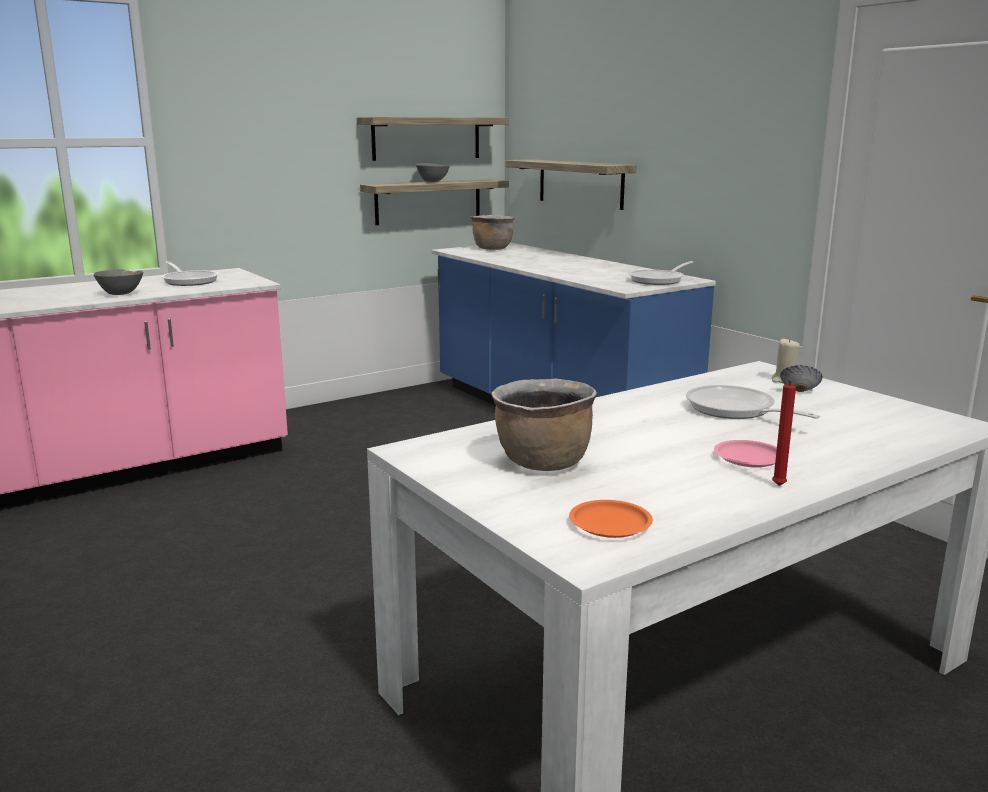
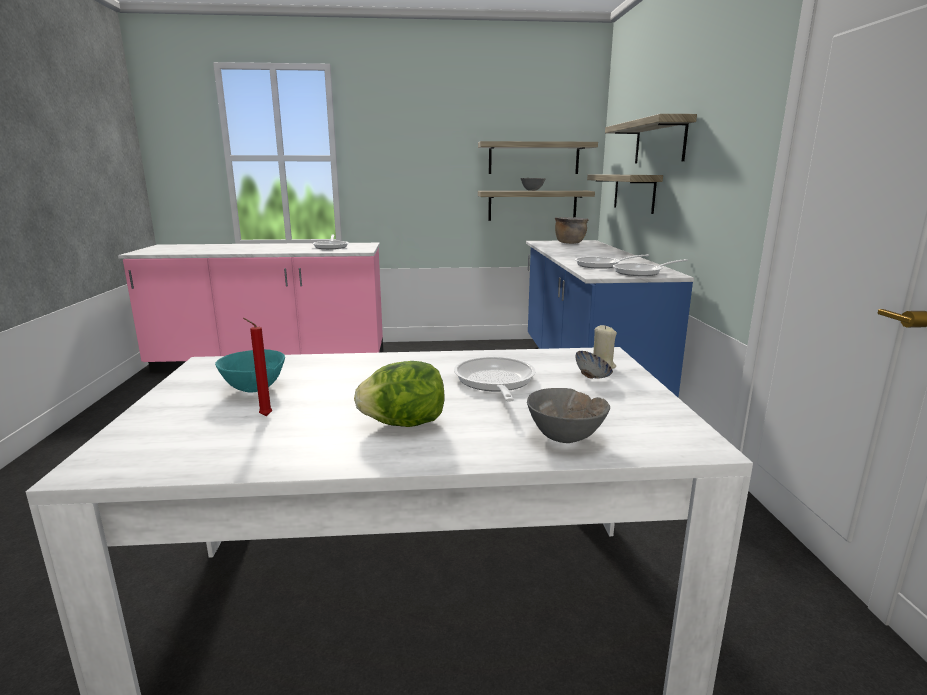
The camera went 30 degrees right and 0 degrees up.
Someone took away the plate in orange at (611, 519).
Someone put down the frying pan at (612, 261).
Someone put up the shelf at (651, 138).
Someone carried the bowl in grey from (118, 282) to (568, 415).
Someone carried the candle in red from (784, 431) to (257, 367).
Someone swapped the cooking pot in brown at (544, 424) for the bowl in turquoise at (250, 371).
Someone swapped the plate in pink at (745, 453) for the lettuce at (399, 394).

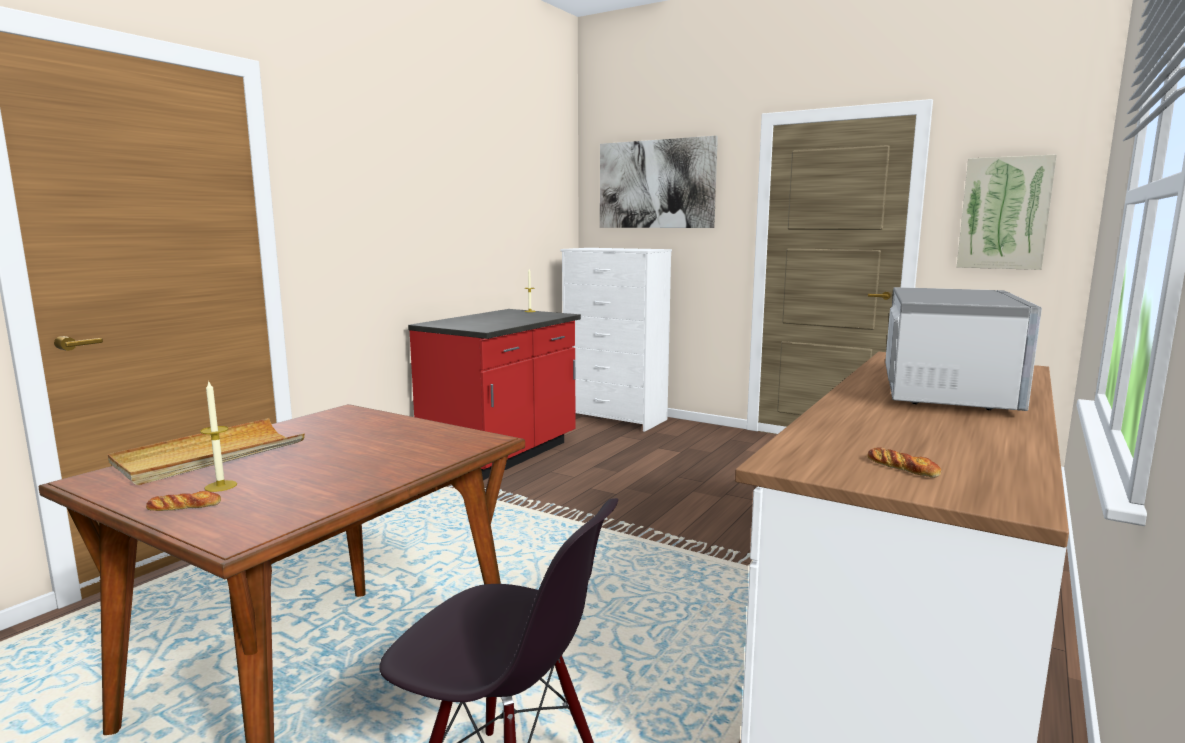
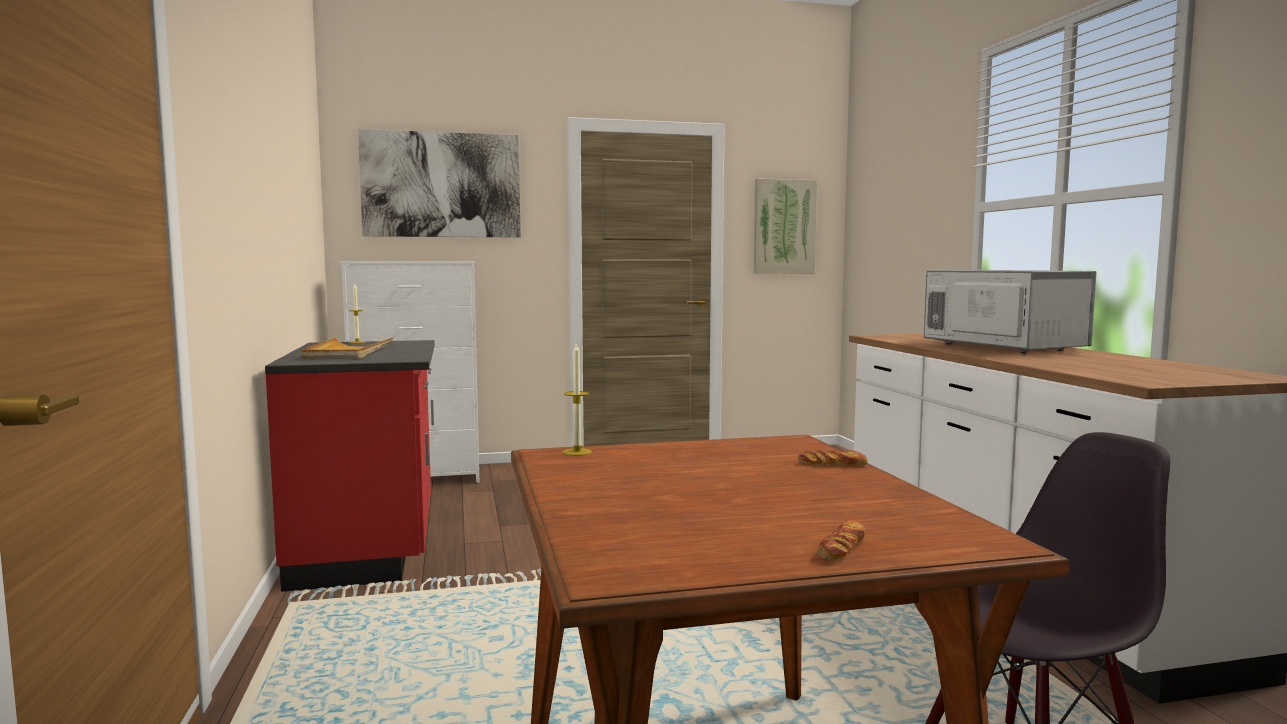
The camera went 45 degrees left and 5 degrees down.
Someone carried the tray in beige from (206, 451) to (347, 348).
Someone carried the candle from (218, 436) to (577, 400).
Someone carried the bread from (904, 462) to (833, 458).

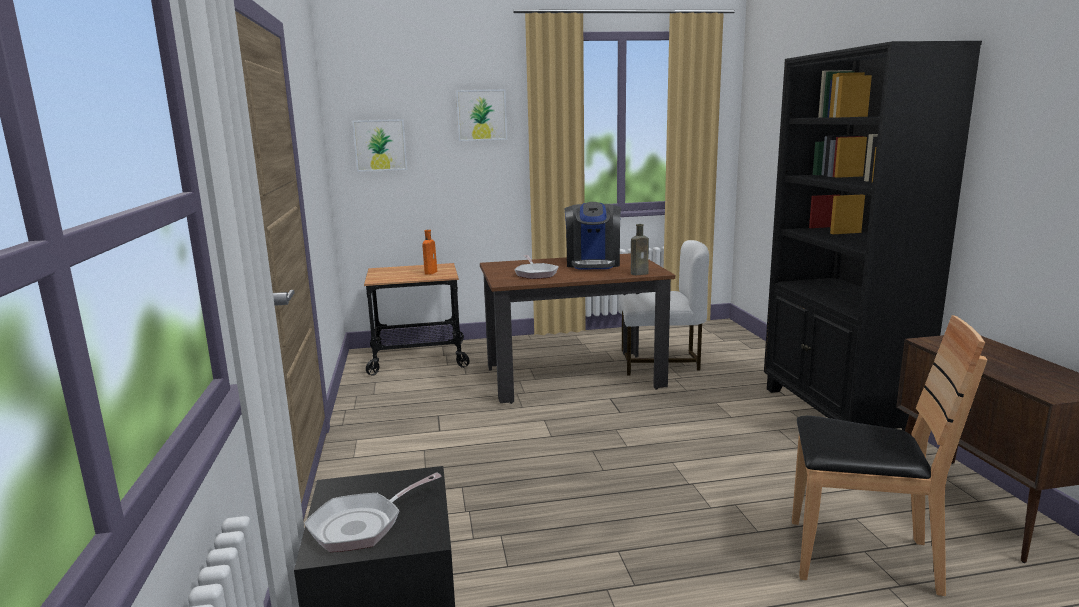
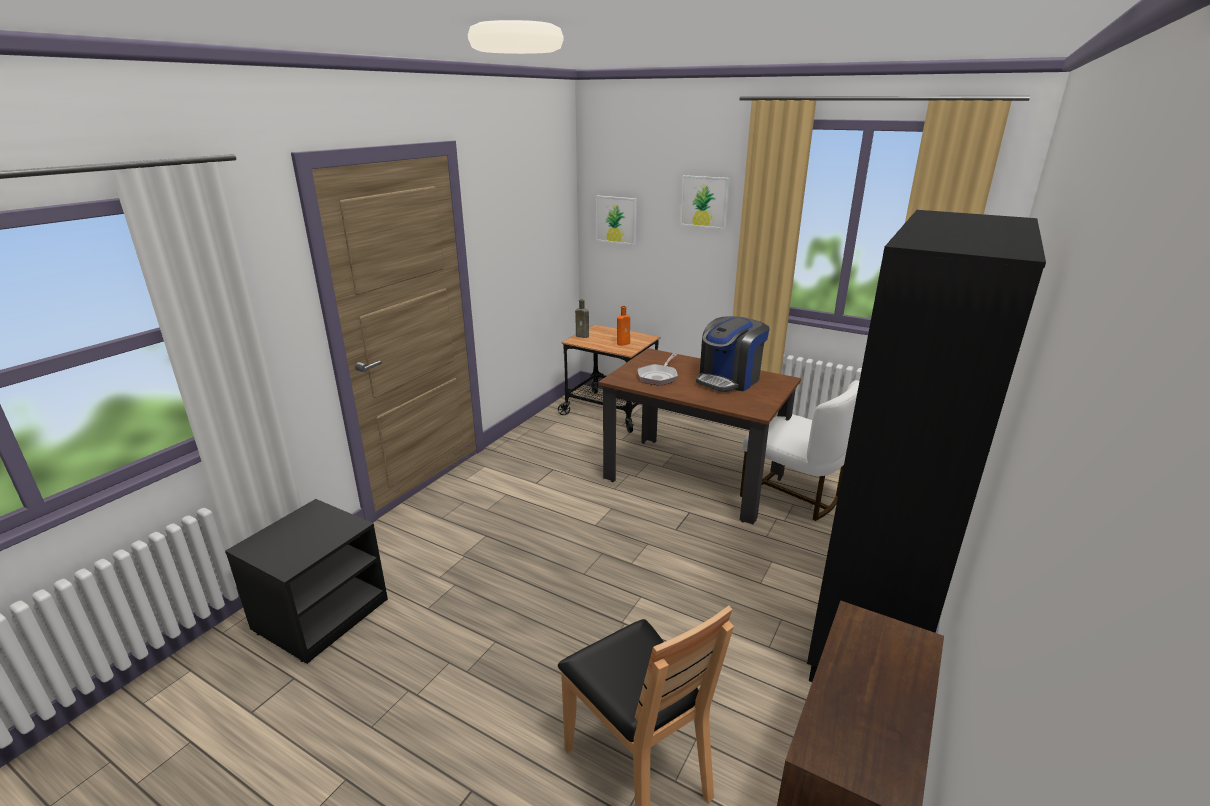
The camera went 40 degrees right and 10 degrees up.
Someone took away the frying pan at (373, 512).
Someone carried the bottle in brown from (640, 249) to (582, 318).

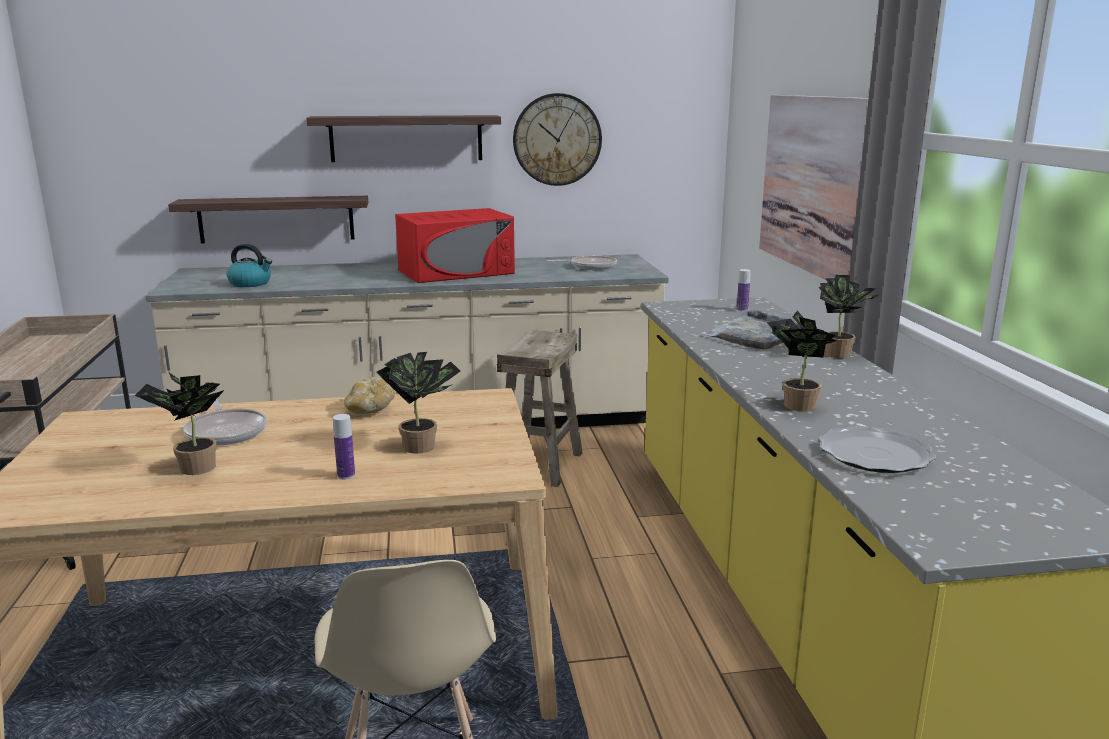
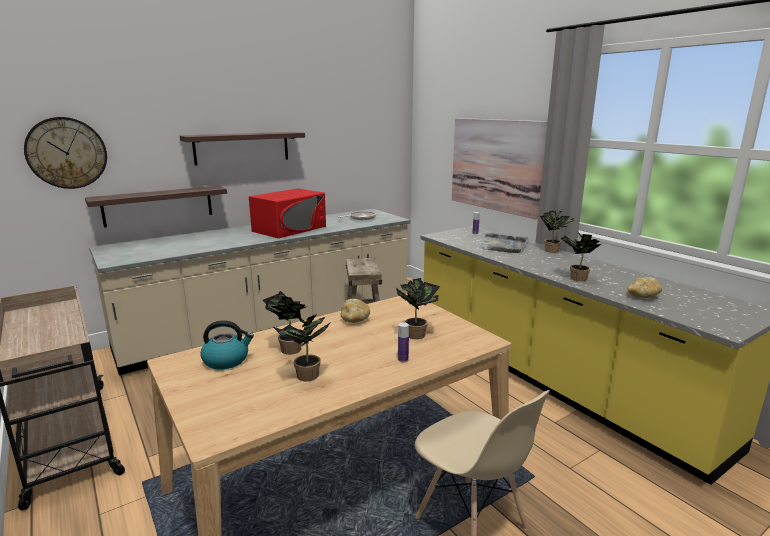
The camera went 25 degrees left and 0 degrees up.
Someone carried the kettle from (249, 265) to (227, 345).
Someone carried the wall clock from (557, 139) to (65, 153).
Someone swapped the frying pan at (225, 422) for the potted plant at (284, 323).
Someone swapped the plate at (877, 449) for the bread at (644, 287).

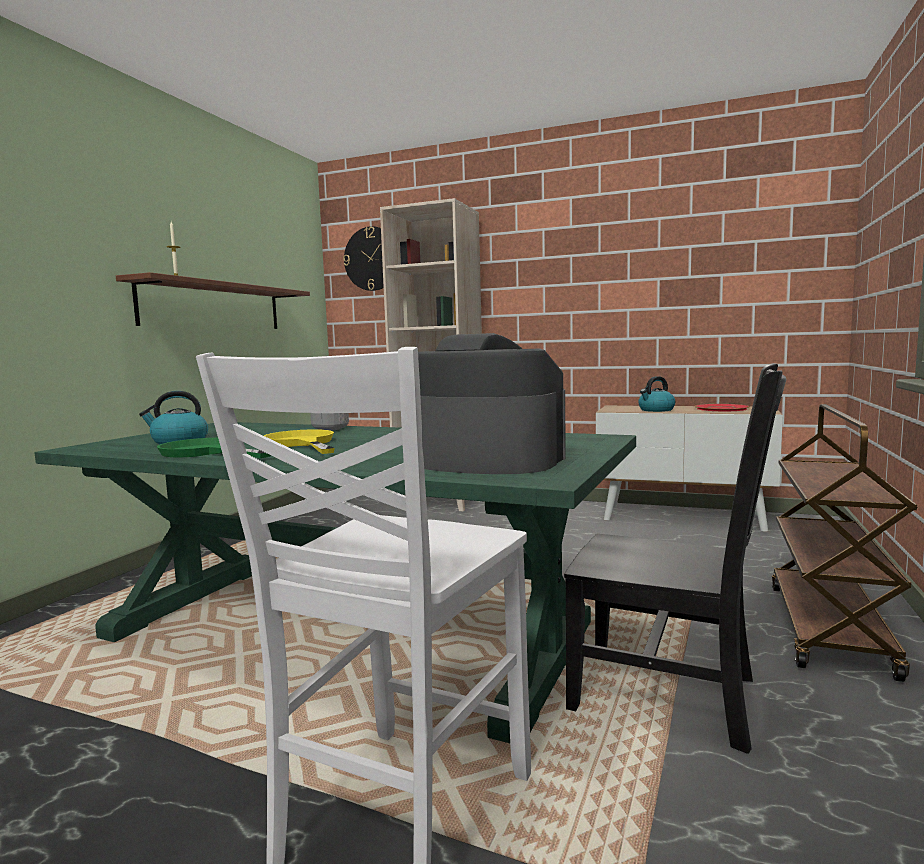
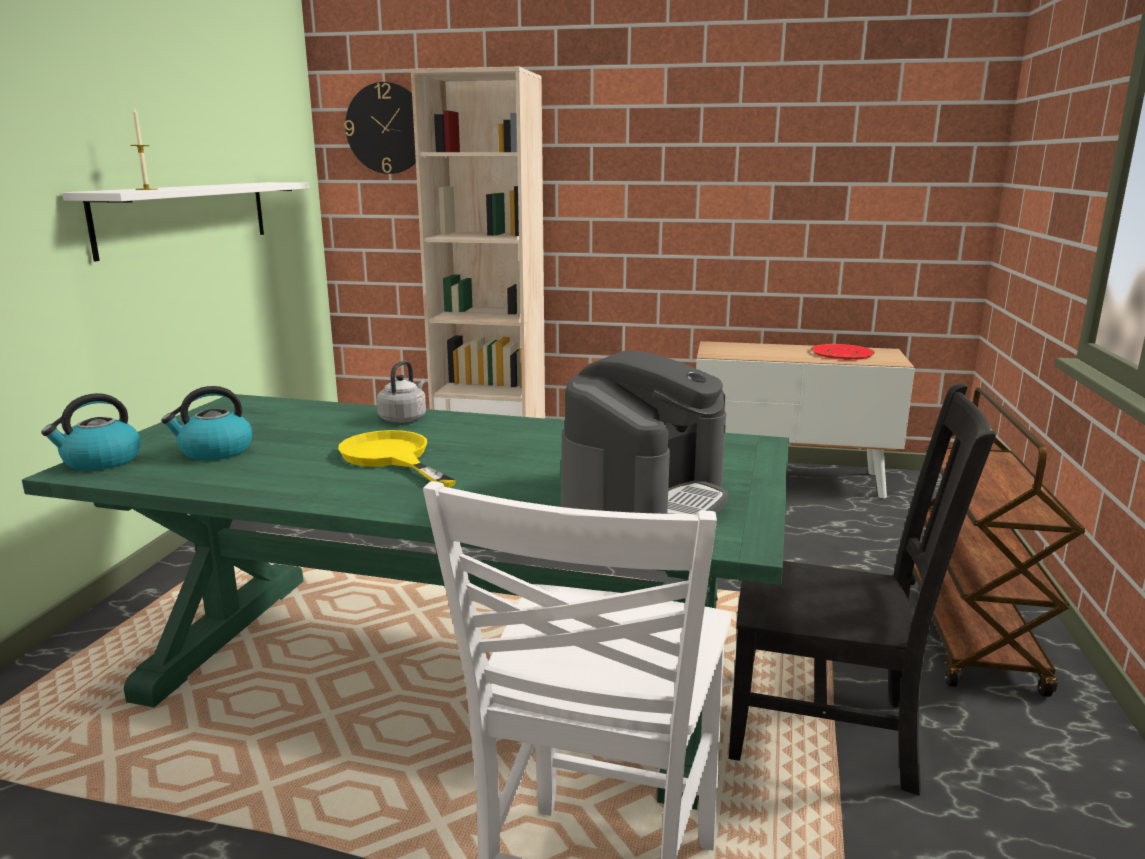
The camera went 10 degrees left and 10 degrees up.
Someone took away the frying pan in green at (214, 448).
Someone carried the kettle from (656, 394) to (91, 432).
Someone repainted the shelf in brown at (213, 300), which became the shelf in white at (185, 221).
Someone rotated the coffee machine at (492, 403) by 105 degrees clockwise.

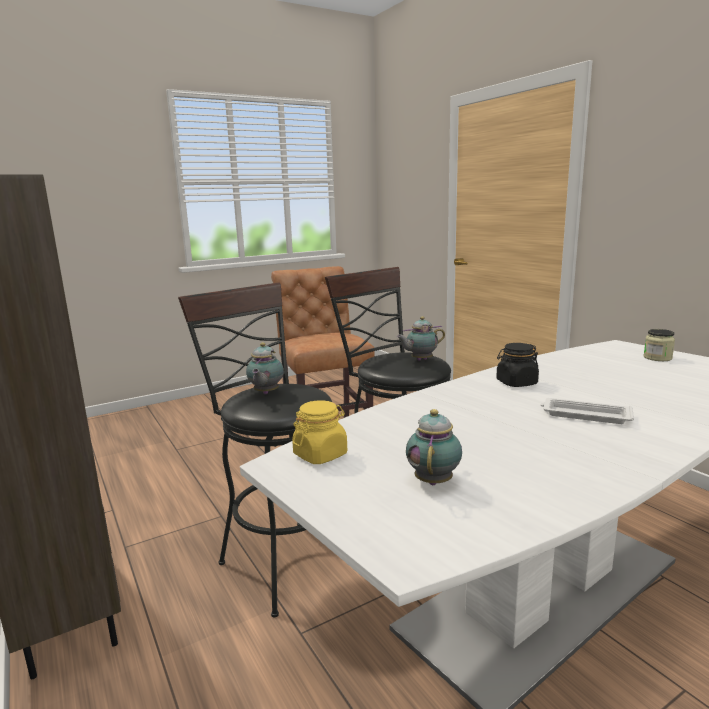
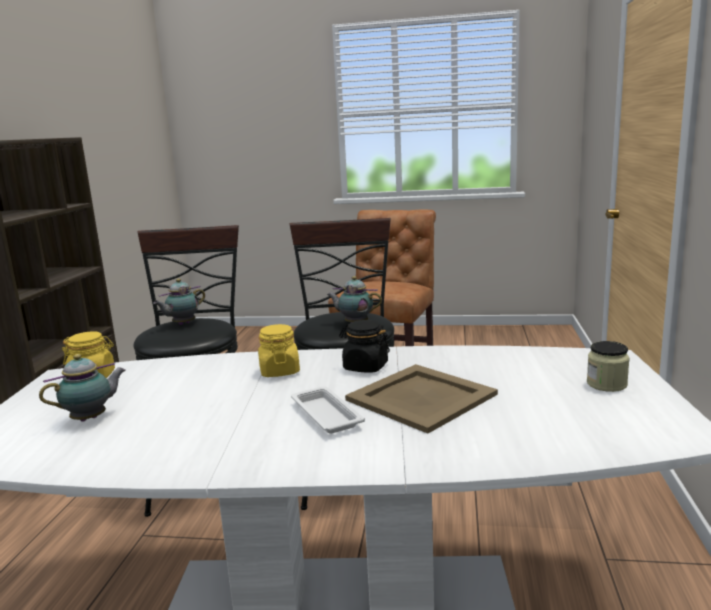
The camera went 40 degrees right and 0 degrees up.
Someone put down the jar in yellow at (279, 350).
Someone put down the tray in beige at (421, 399).

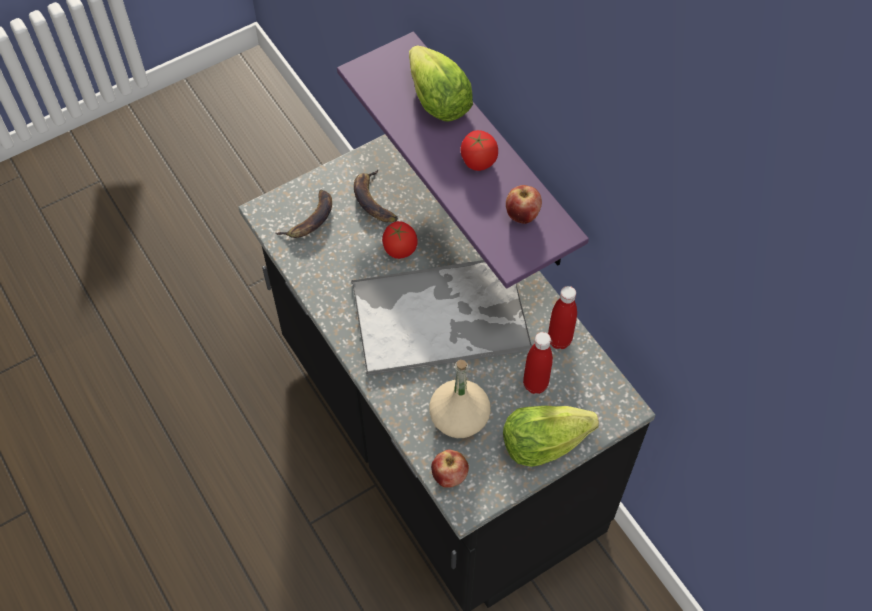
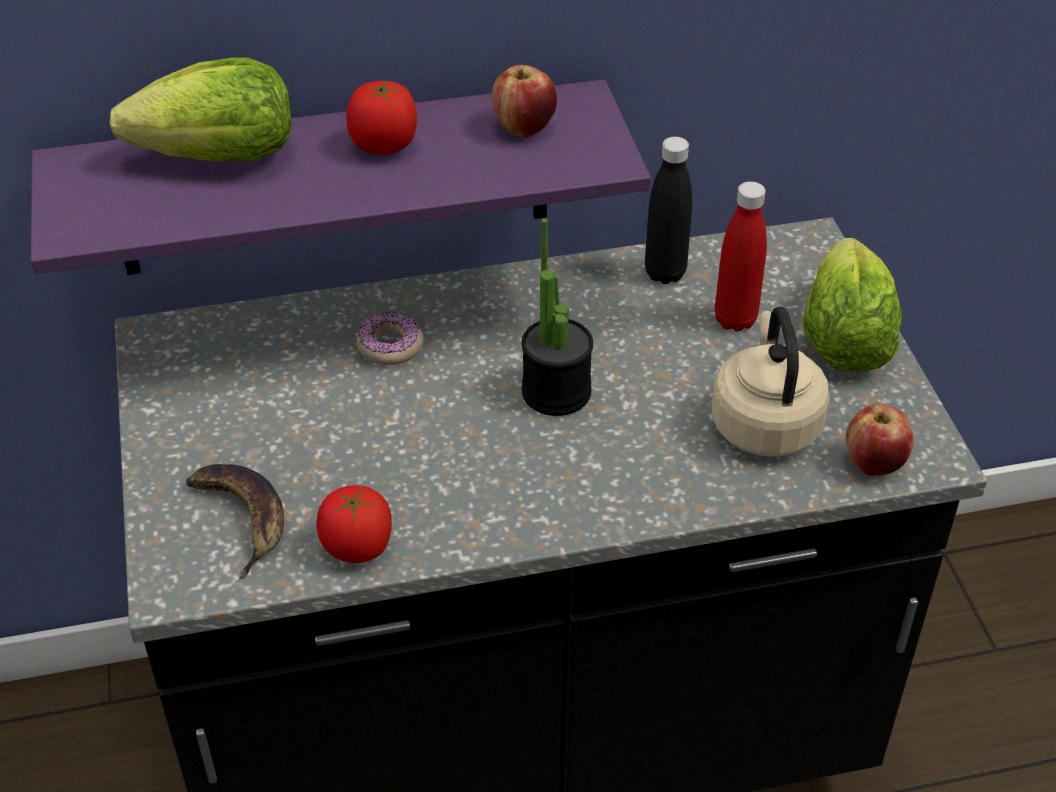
The camera went 70 degrees left and 15 degrees down.
Someone took away the banana at (376, 196).
Someone put down the donut at (390, 338).
Someone carried the tomato from (400, 240) to (354, 524).
Someone swapped the tray at (442, 318) for the potted plant at (557, 317).
Someone swapped the bottle in beige at (460, 399) for the kettle in beige at (771, 382).
Someone repainted the bottle in red at (562, 317), which became the bottle in black at (668, 210).

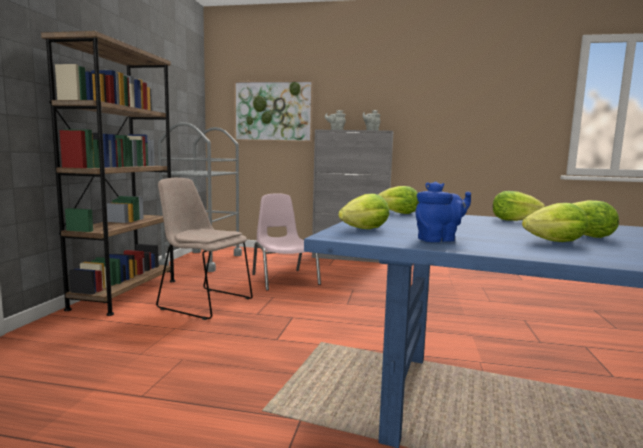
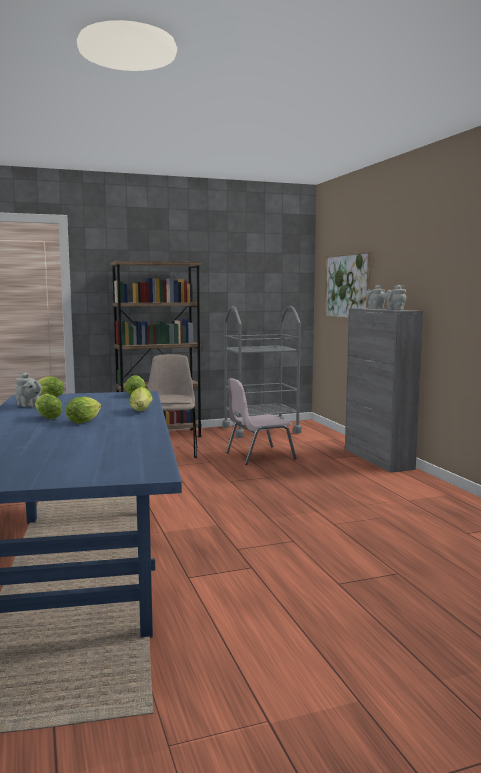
The camera went 60 degrees right and 0 degrees up.
Someone repainted the teapot in blue at (443, 211), which became the teapot in grey at (28, 389).
Someone rotated the chair in pink at (286, 242) by 150 degrees counterclockwise.

